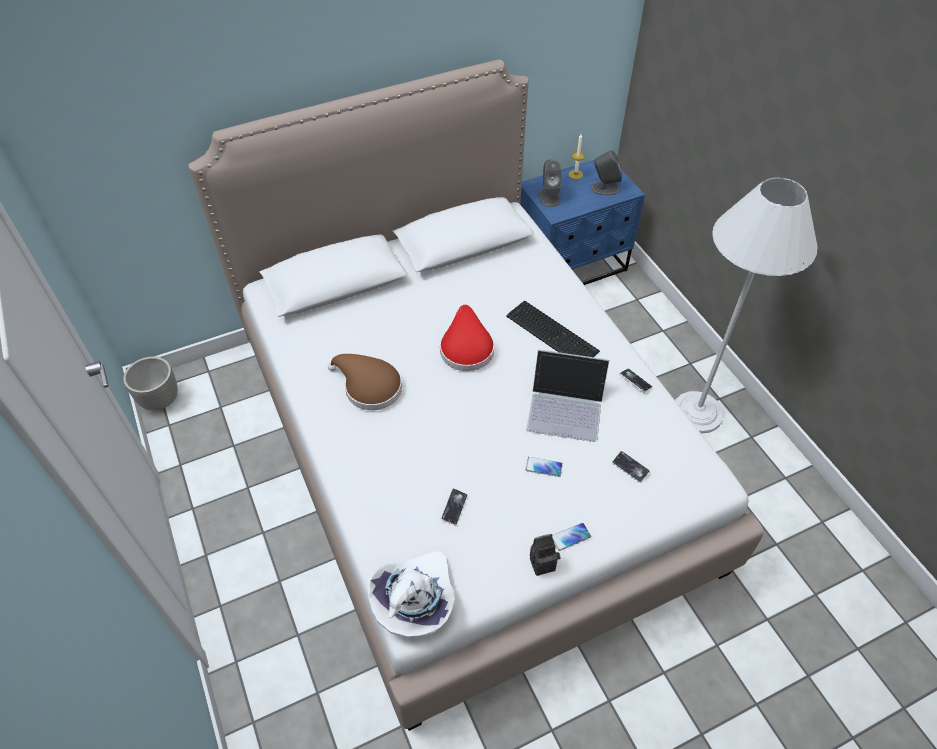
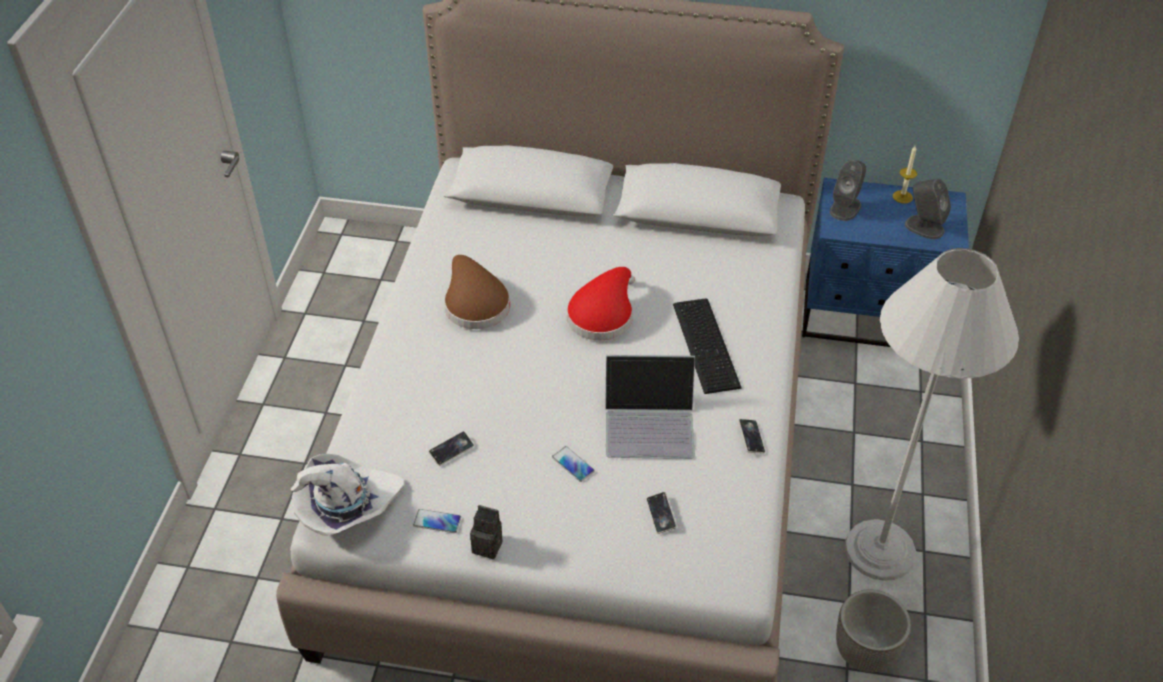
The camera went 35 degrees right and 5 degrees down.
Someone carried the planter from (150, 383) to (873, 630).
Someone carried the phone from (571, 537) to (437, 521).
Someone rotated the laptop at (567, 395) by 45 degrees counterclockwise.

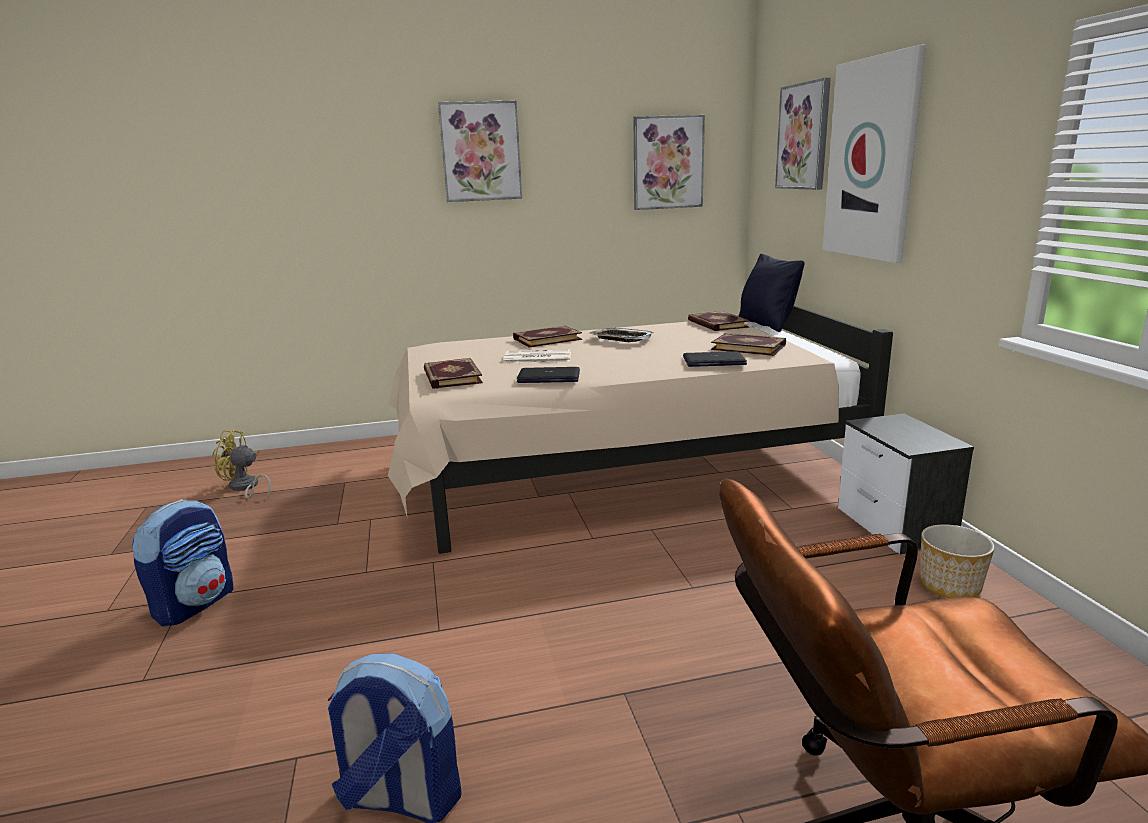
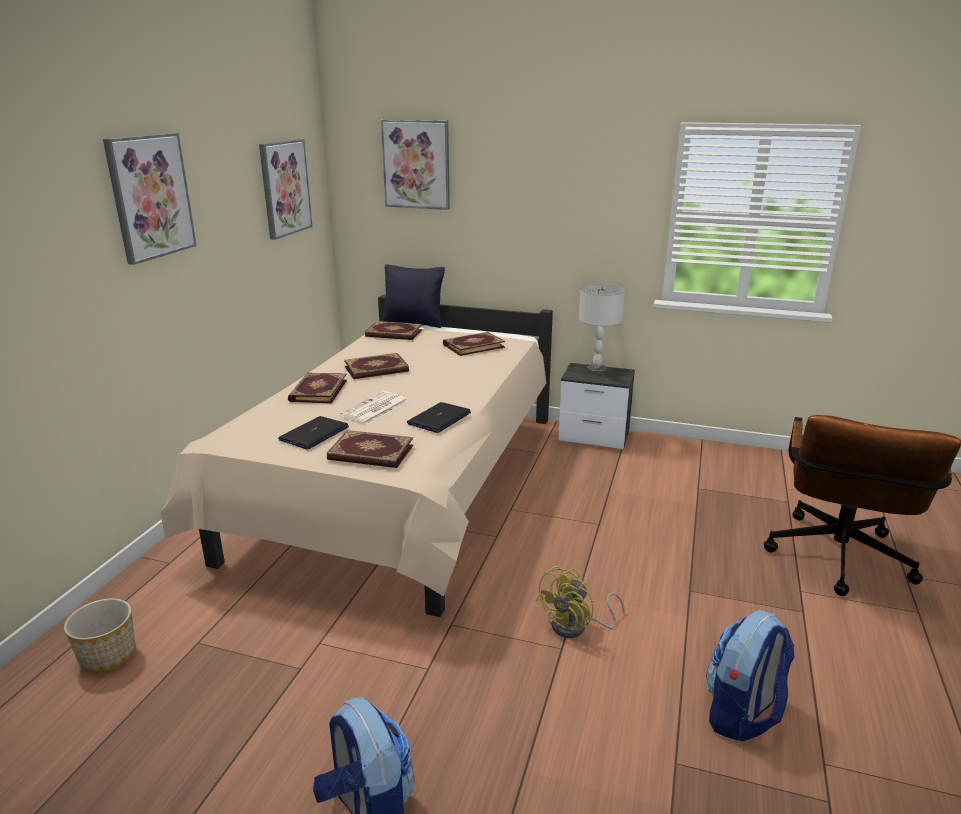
The camera went 60 degrees left and 5 degrees up.
Someone took away the picture at (874, 154).
Someone put down the table lamp in grey at (602, 329).
Someone carried the fan in yellow from (241, 464) to (580, 602).
Someone carried the laptop from (715, 359) to (313, 432).
Someone carried the planter from (957, 561) to (100, 635).
Someone swapped the tray at (621, 335) for the book at (376, 366).

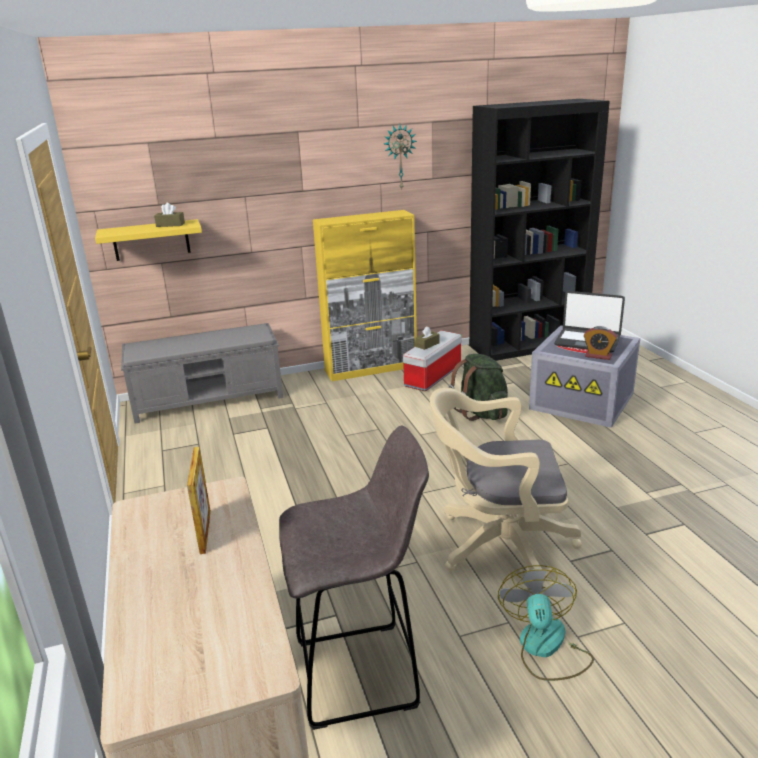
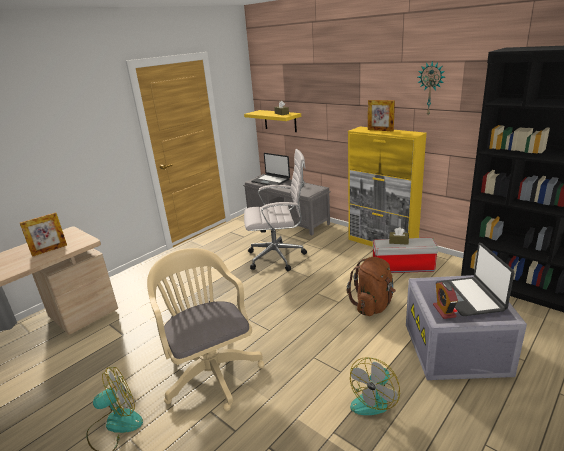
The camera went 60 degrees right and 0 degrees up.
Someone took away the stool in grey at (354, 577).
Someone put down the office chair in white at (275, 210).
Someone put down the laptop at (271, 169).
Someone put down the fan at (375, 386).
Someone put down the picture frame at (381, 115).
Someone repainted the backpack in green at (478, 387), which became the backpack in brown at (371, 286).

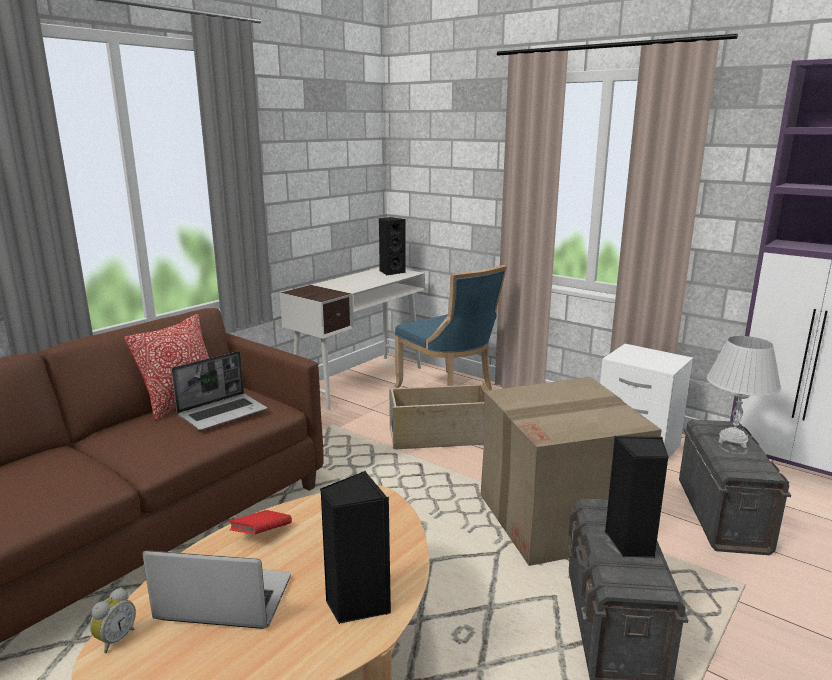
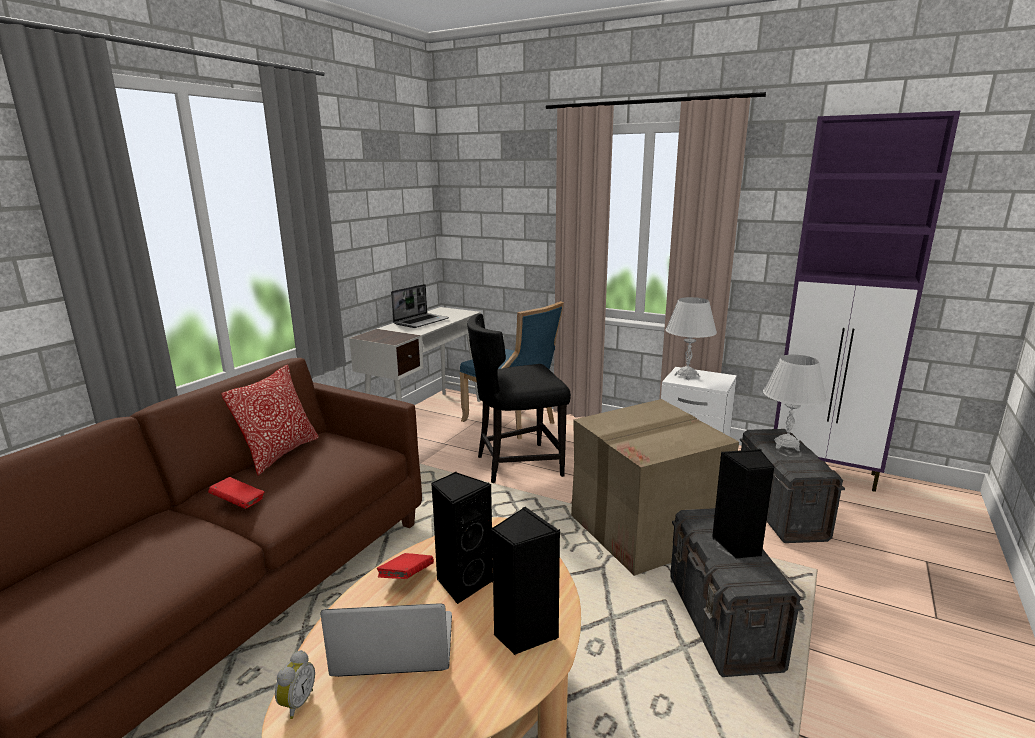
The camera went 10 degrees left and 0 degrees up.
Someone put down the book in red at (236, 493).
Someone put down the table lamp in white at (691, 338).
Someone carried the laptop from (219, 390) to (420, 306).
Someone carried the speaker in black from (392, 246) to (462, 538).
Someone swapped the storage box in beige at (439, 415) for the chair in black at (519, 398).

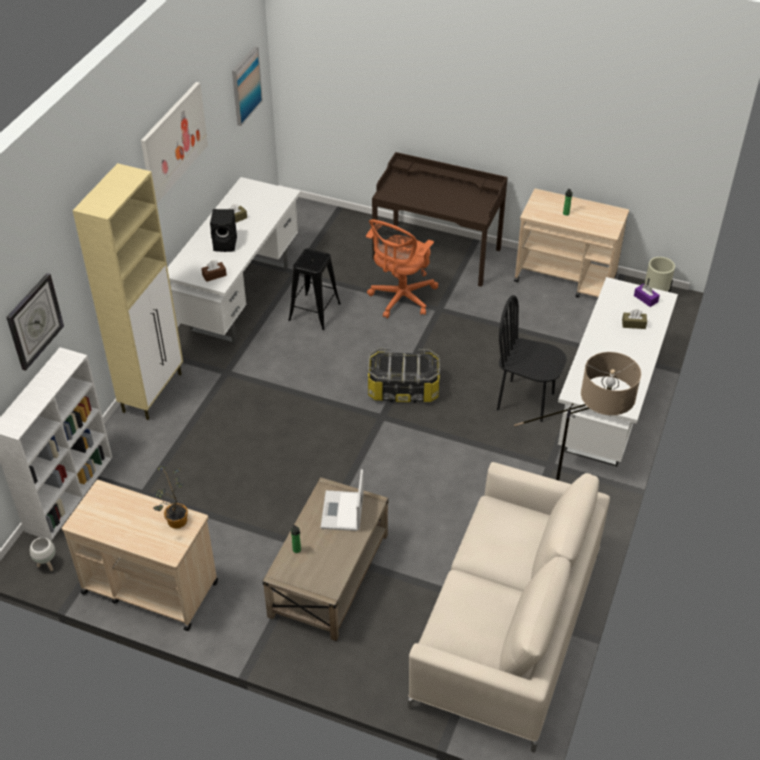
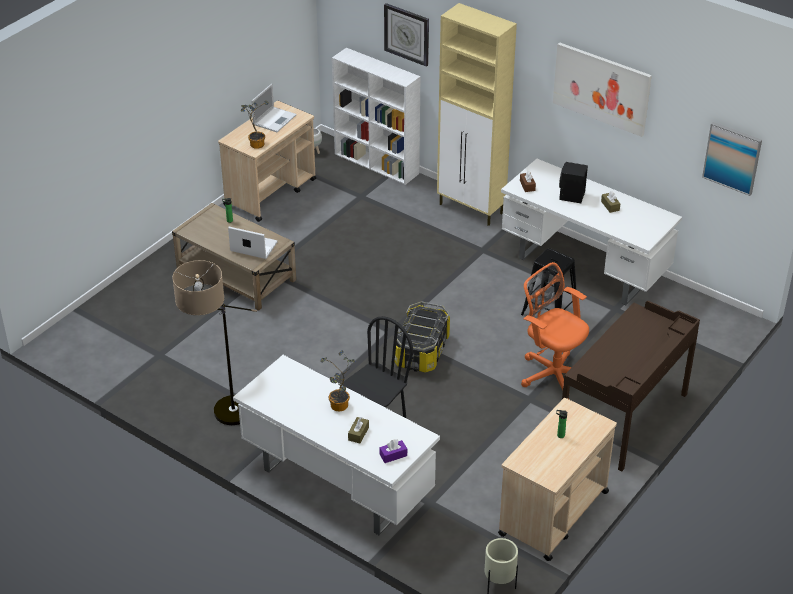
The camera went 105 degrees right and 5 degrees down.
Someone took away the sofa in beige at (509, 607).
Someone put down the laptop at (274, 108).
Someone put down the potted plant at (338, 380).

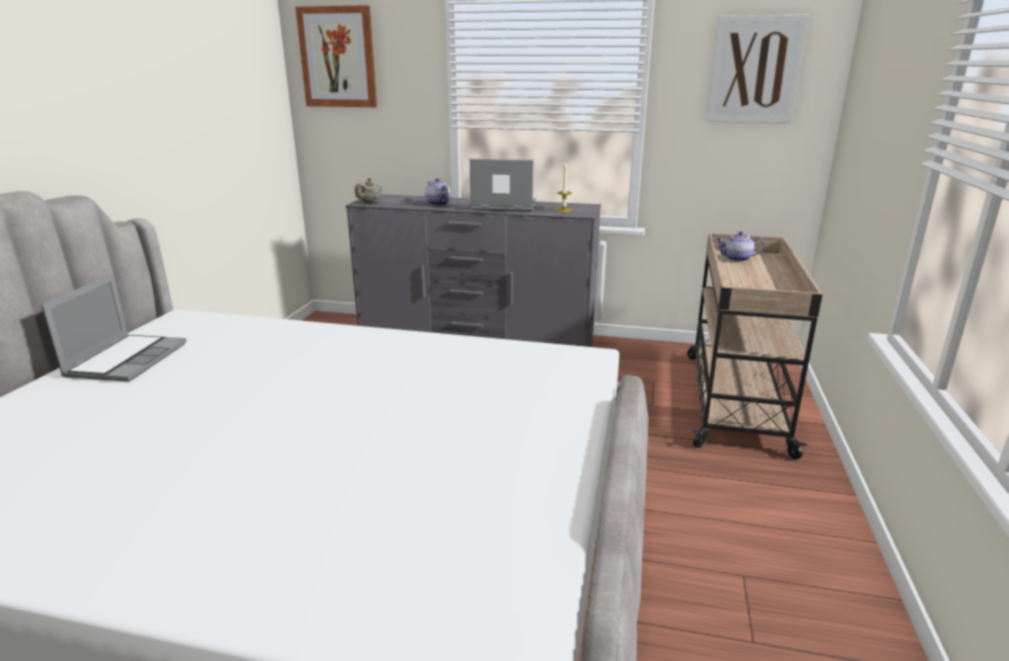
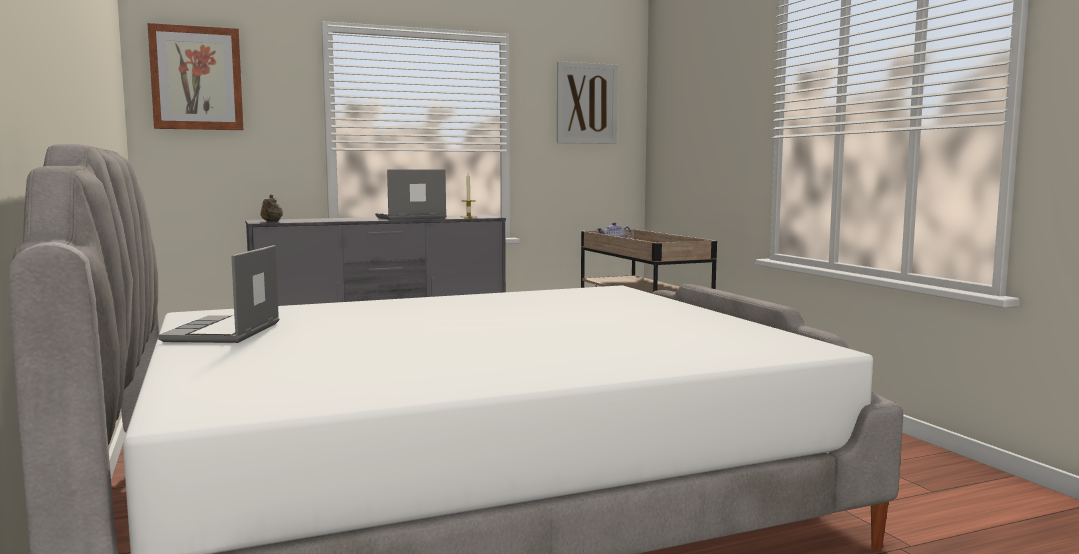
The camera went 35 degrees left and 15 degrees down.
Someone took away the teapot at (438, 192).
Someone rotated the laptop at (114, 328) by 150 degrees counterclockwise.

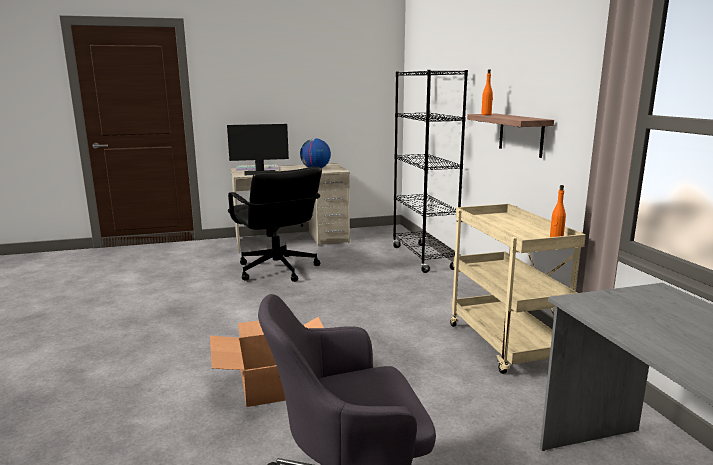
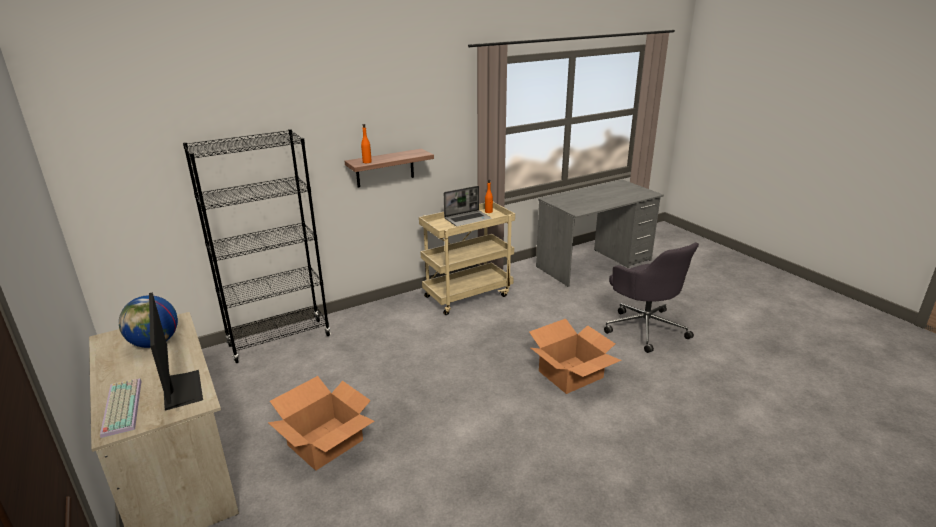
The camera went 105 degrees left and 10 degrees up.
Someone put down the laptop at (467, 206).
Someone swapped the office chair in black at (275, 224) for the cardboard box at (321, 423).

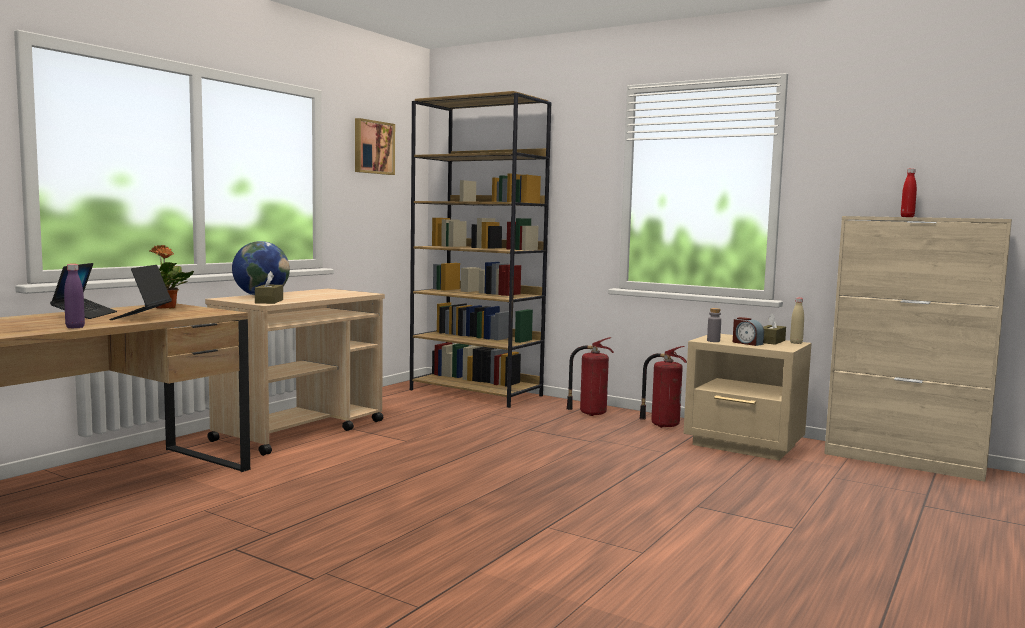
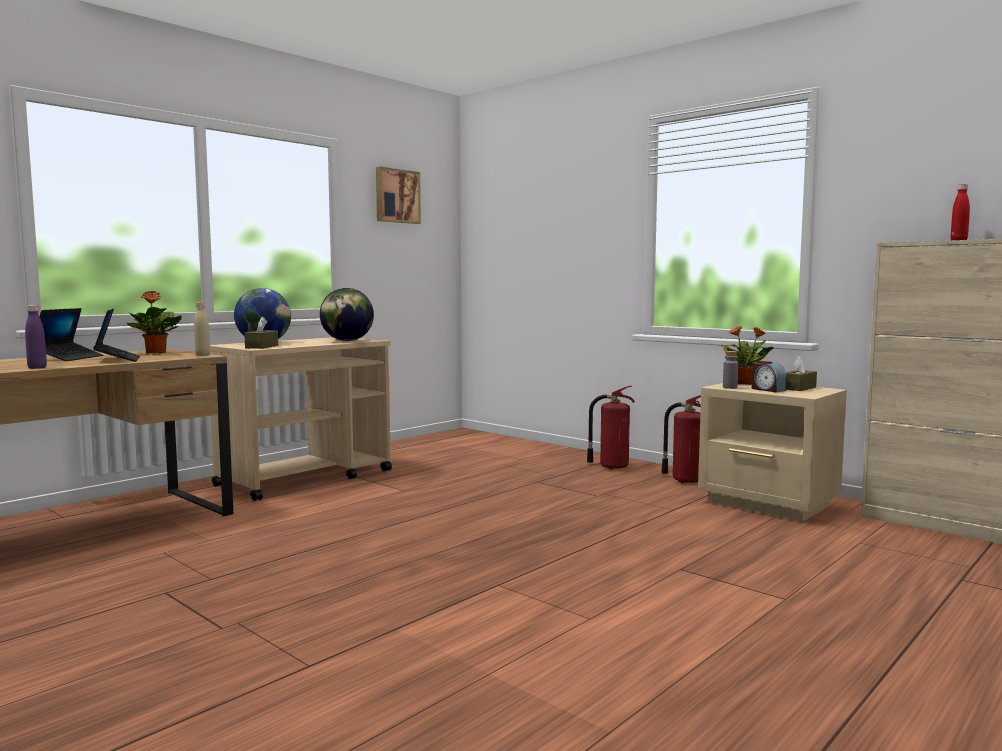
The camera went 10 degrees right and 0 degrees up.
Someone took away the bookcase in brown at (480, 249).
Someone put down the globe at (347, 314).
Someone put down the potted plant at (747, 355).
Someone carried the bottle in beige from (797, 321) to (202, 329).
Someone rotated the laptop at (140, 292) by 150 degrees clockwise.

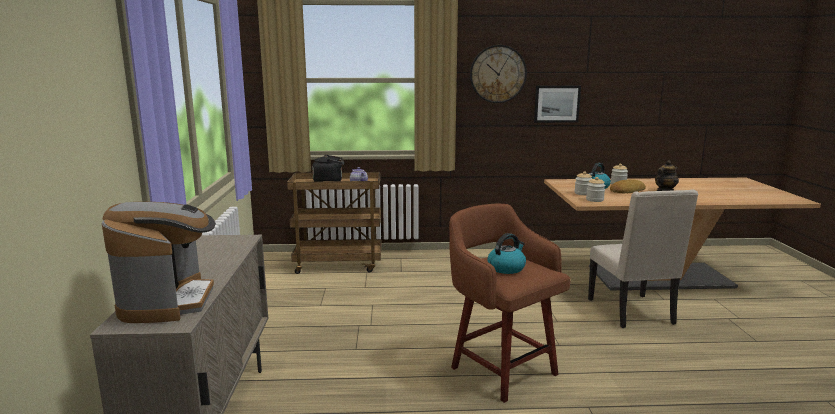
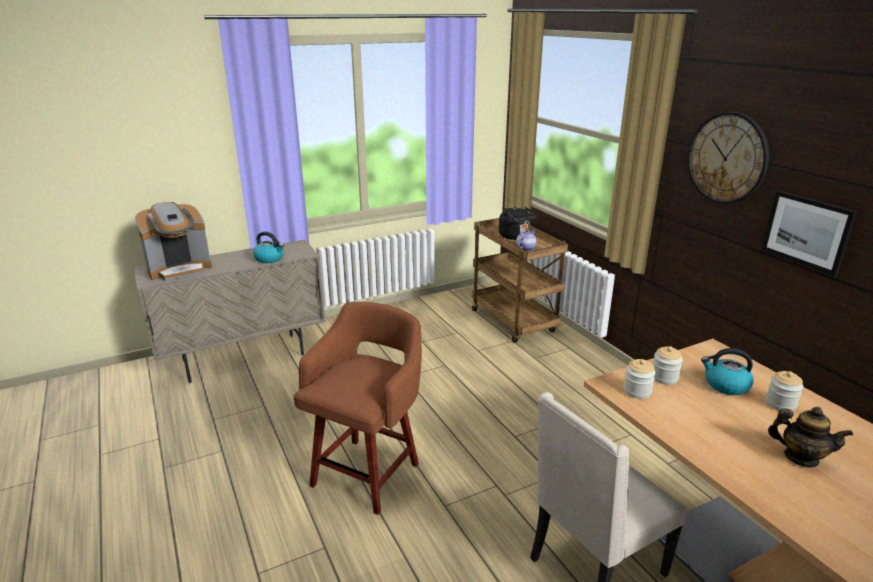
The camera went 65 degrees right and 10 degrees up.
Someone took away the bread at (628, 186).
Someone carried the kettle from (506, 253) to (268, 247).

